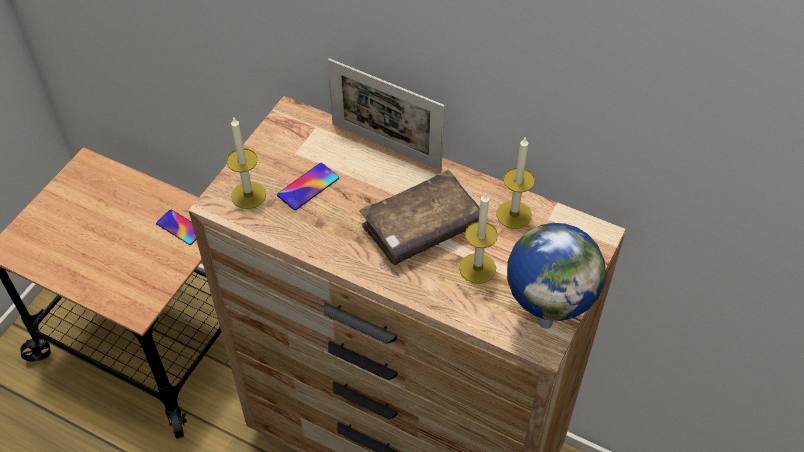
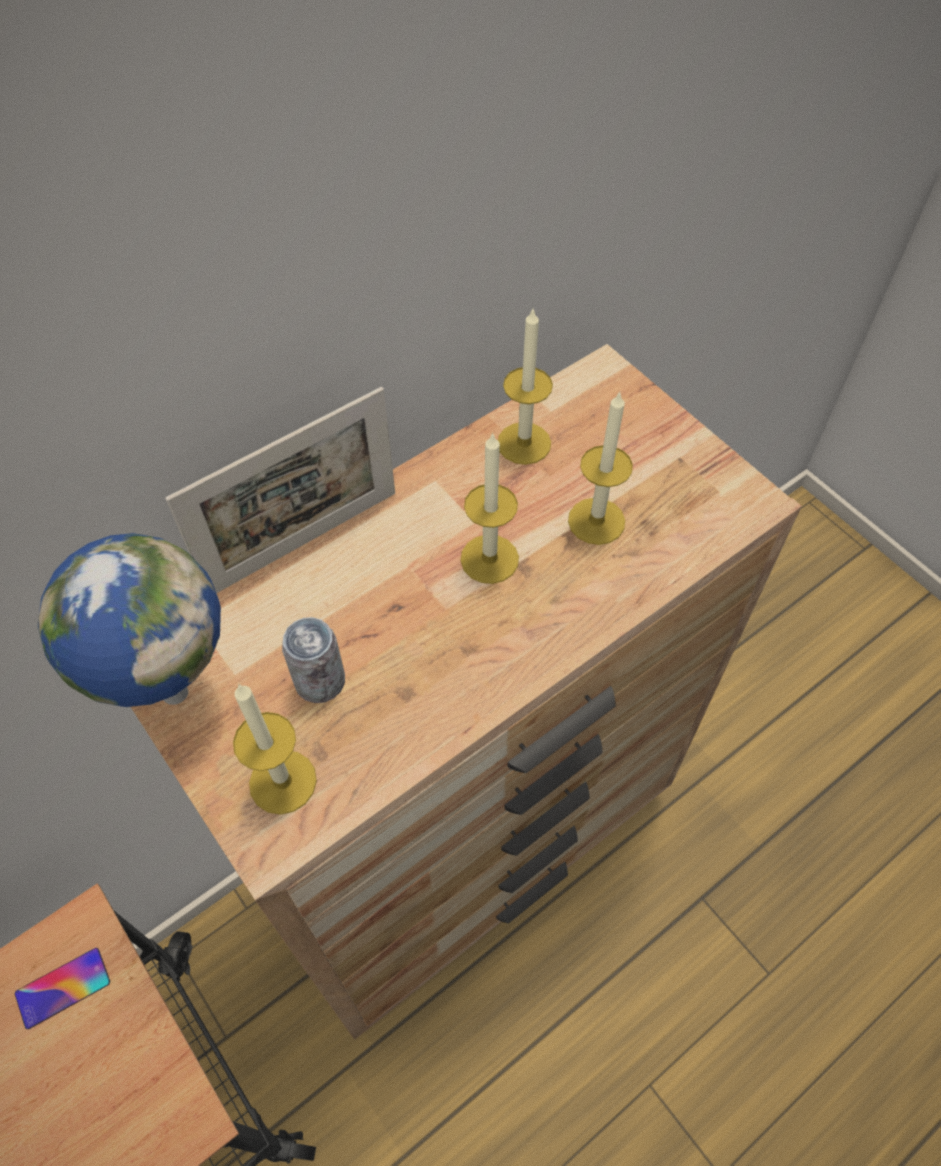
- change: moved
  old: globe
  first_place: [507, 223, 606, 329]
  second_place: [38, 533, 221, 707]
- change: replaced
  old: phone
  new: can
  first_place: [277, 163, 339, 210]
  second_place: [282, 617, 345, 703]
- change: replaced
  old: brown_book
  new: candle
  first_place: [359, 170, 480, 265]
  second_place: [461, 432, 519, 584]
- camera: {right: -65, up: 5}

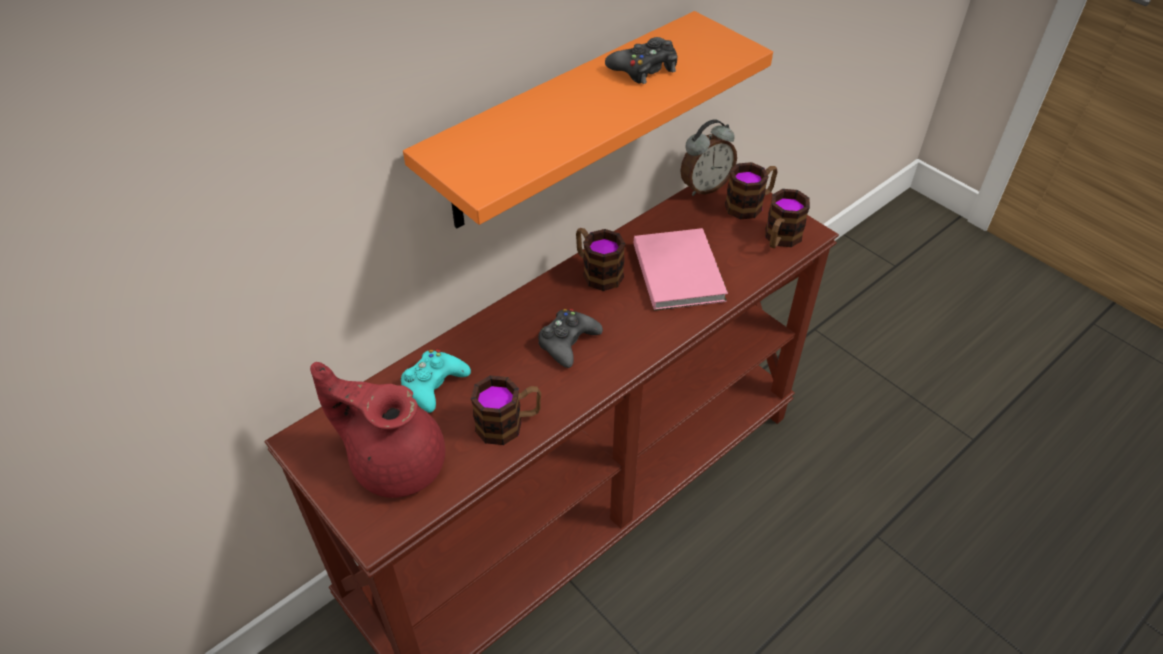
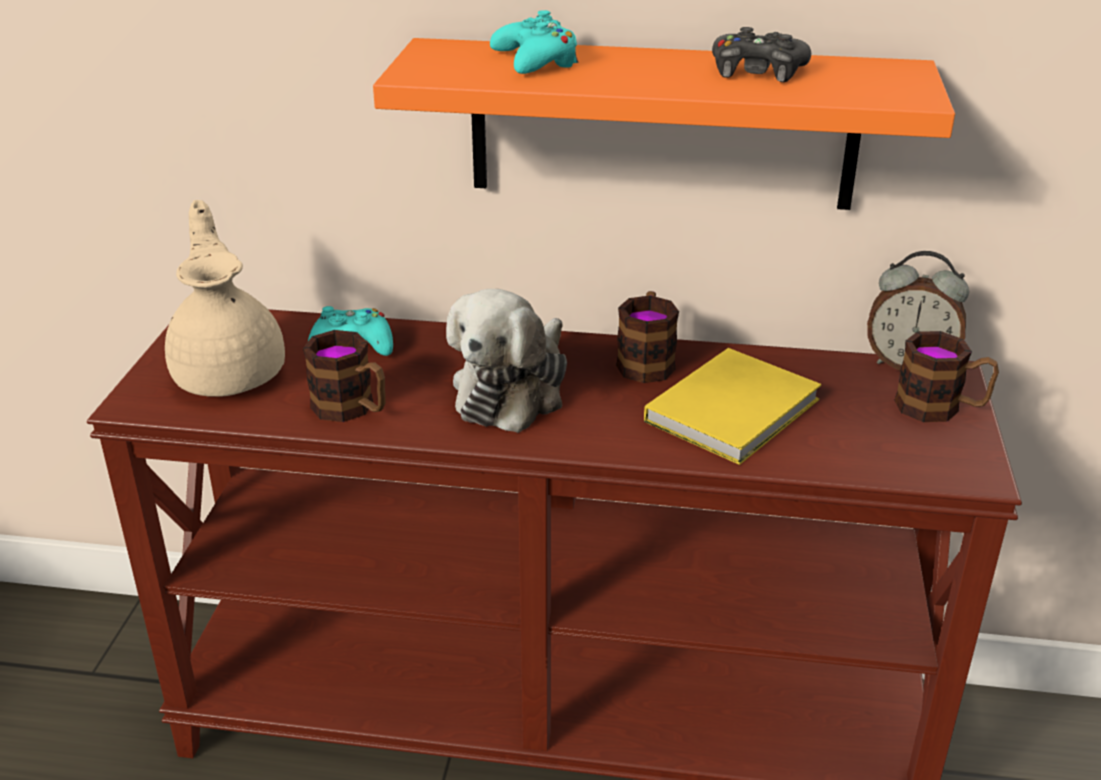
- change: removed
  old: mug
  first_place: [765, 189, 810, 248]
- change: added
  new: turquoise_game_controller
  second_place: [490, 10, 578, 74]
- change: replaced
  old: black_game_controller
  new: plush_toy
  first_place: [538, 309, 603, 368]
  second_place: [446, 289, 567, 433]
- change: recoloured
  old: red_teapot
  new: beige_teapot
  first_place: [310, 362, 445, 498]
  second_place: [165, 200, 285, 397]
- change: recoloured
  old: pink_book
  new: yellow_book
  first_place: [634, 228, 728, 311]
  second_place: [644, 348, 821, 465]
- camera: {right: 50, up: -15}

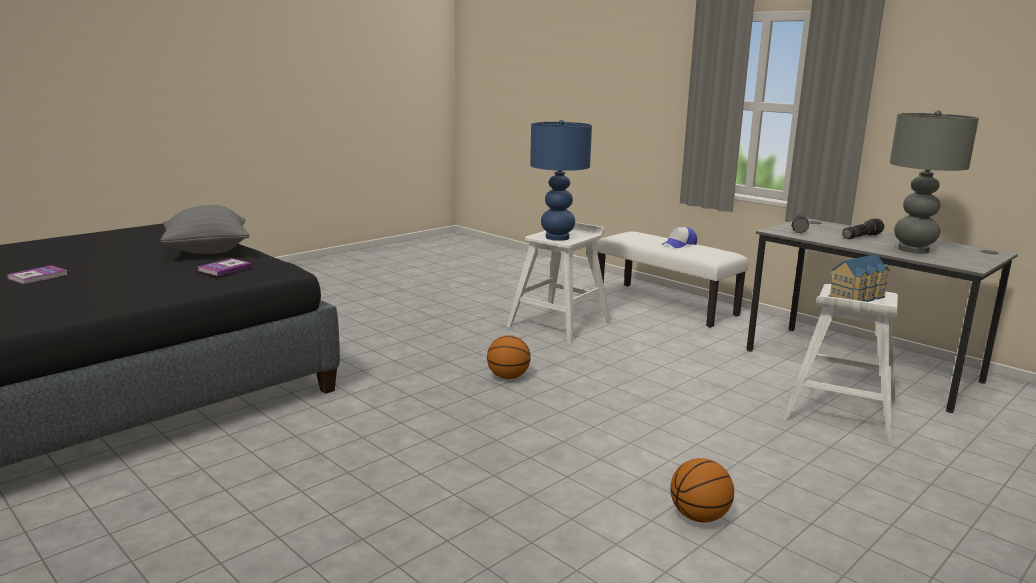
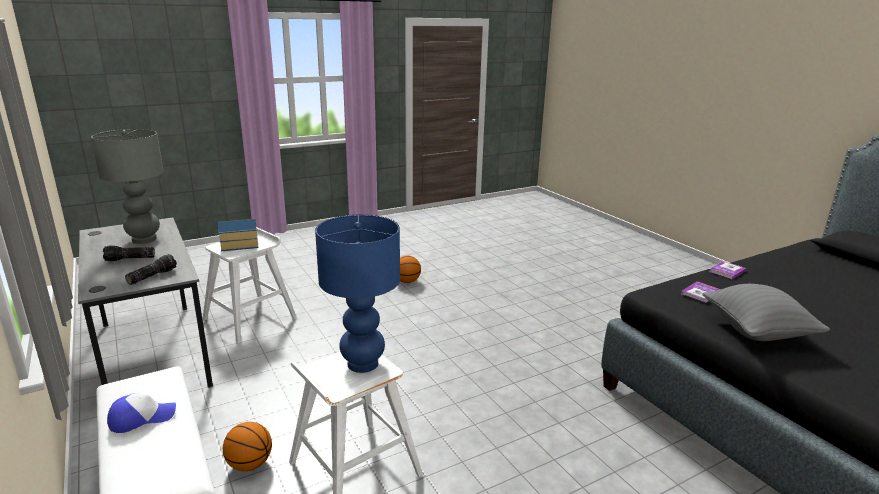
- change: moved
  old: book
  first_place: [6, 265, 68, 284]
  second_place: [709, 261, 746, 279]
- change: moved
  old: basketball
  first_place: [487, 335, 531, 379]
  second_place: [223, 422, 272, 471]
- camera: {right: -165, up: 5}

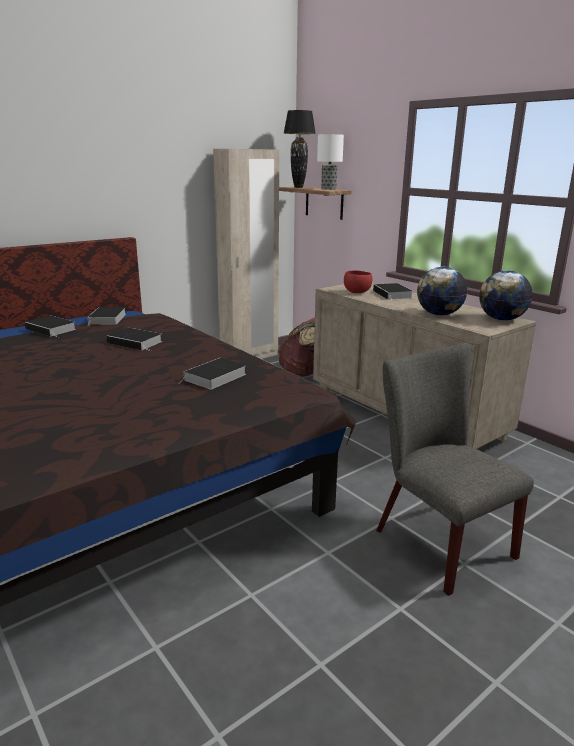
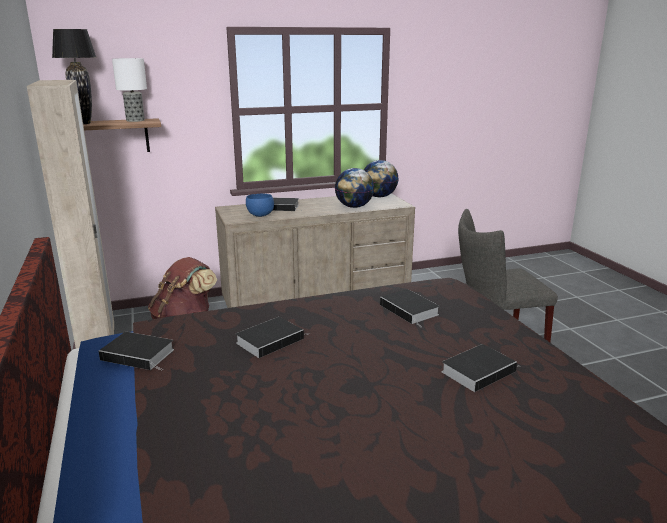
- change: moved
  old: book
  first_place: [24, 316, 76, 337]
  second_place: [441, 344, 521, 392]
- change: recoloured
  old: red_bowl
  new: blue_bowl
  first_place: [344, 270, 372, 293]
  second_place: [246, 193, 274, 217]
- camera: {right: -70, up: 0}

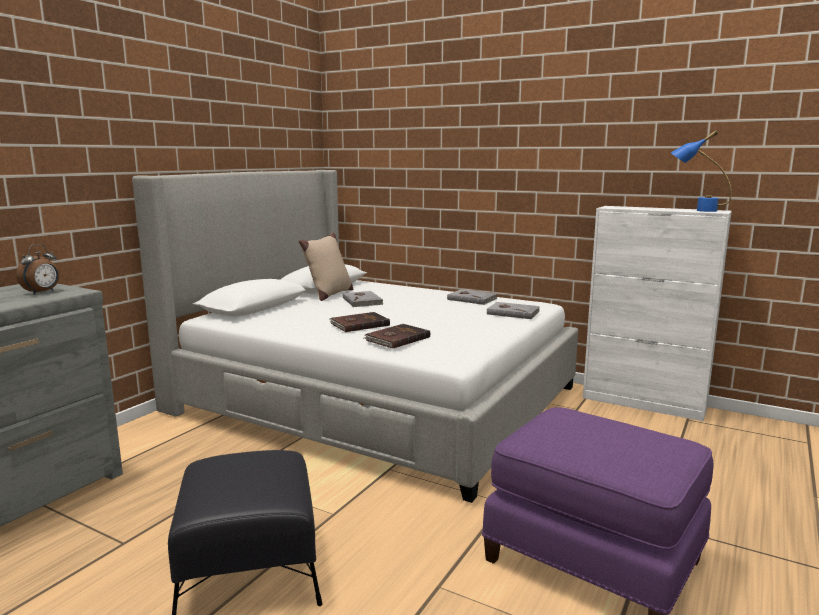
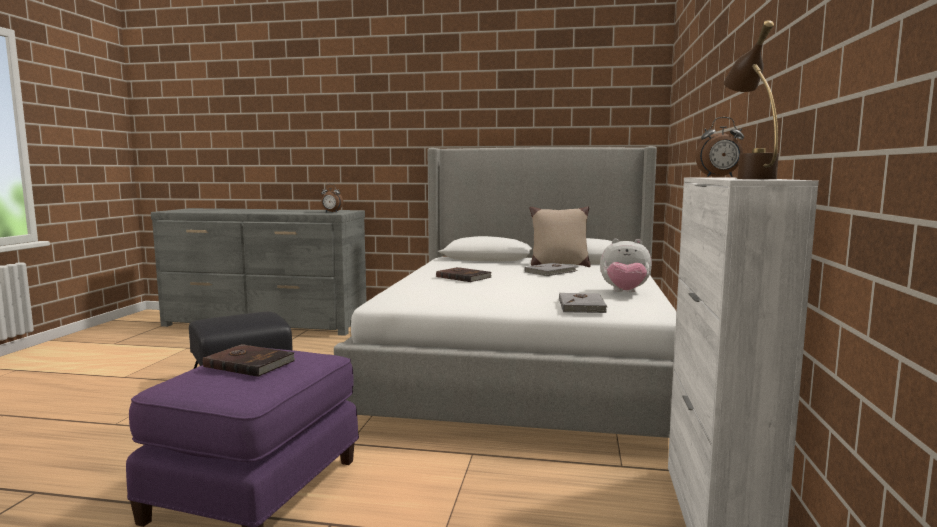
- change: added
  new: alarm_clock
  second_place: [695, 117, 744, 177]
- change: moved
  old: brown_book
  first_place: [364, 324, 430, 349]
  second_place: [203, 344, 296, 377]
- change: replaced
  old: grey_book
  new: plush_toy
  first_place: [447, 289, 498, 305]
  second_place: [600, 238, 652, 292]
- change: recoloured
  old: blue_table_lamp
  new: brown_table_lamp
  first_place: [671, 130, 732, 212]
  second_place: [724, 20, 779, 179]
- camera: {right: 70, up: -5}

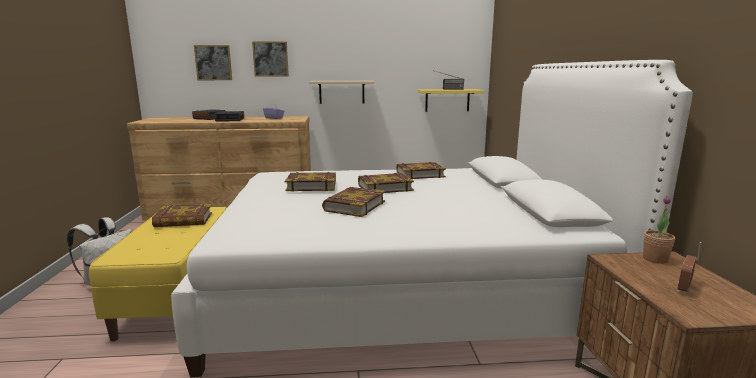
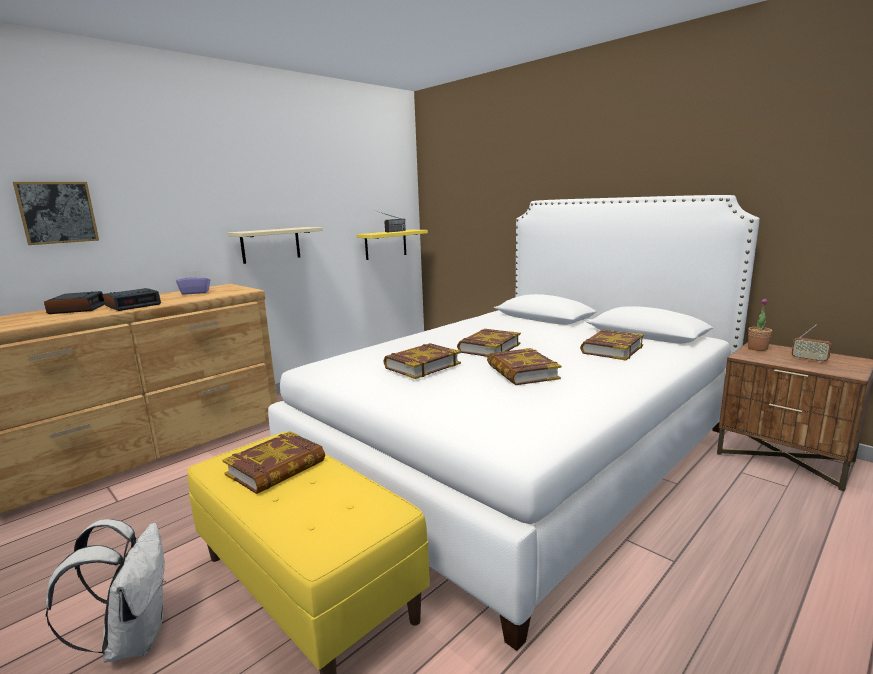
- change: removed
  old: picture
  first_place: [252, 41, 289, 77]
- change: moved
  old: book
  first_place: [396, 162, 446, 179]
  second_place: [580, 330, 644, 360]
- change: turned
  old: radio
  first_place: [677, 242, 701, 294]
  second_place: [791, 324, 832, 363]
  degrees: -45
- camera: {right: -40, up: 0}

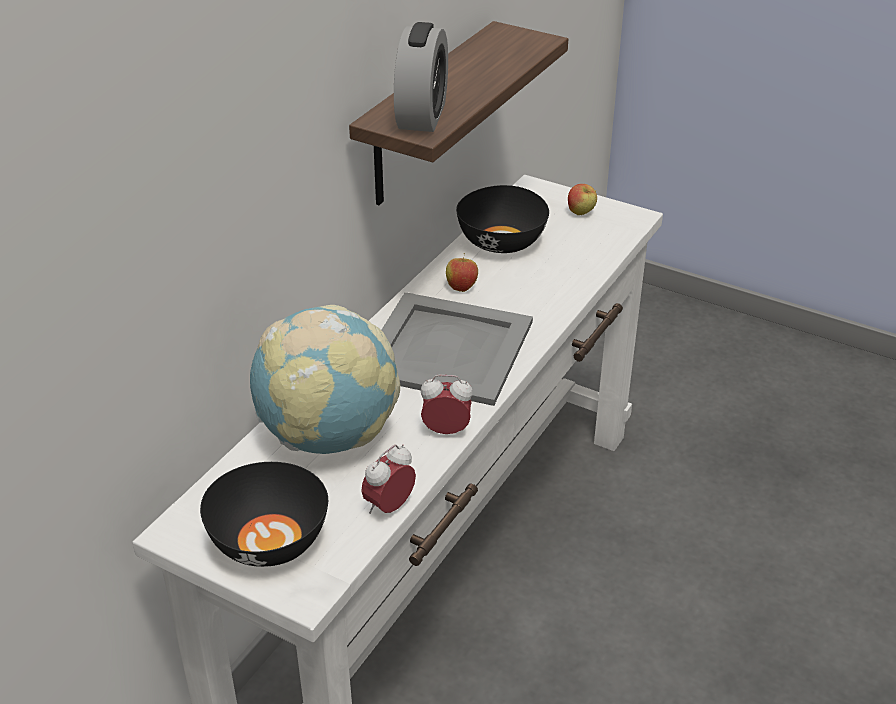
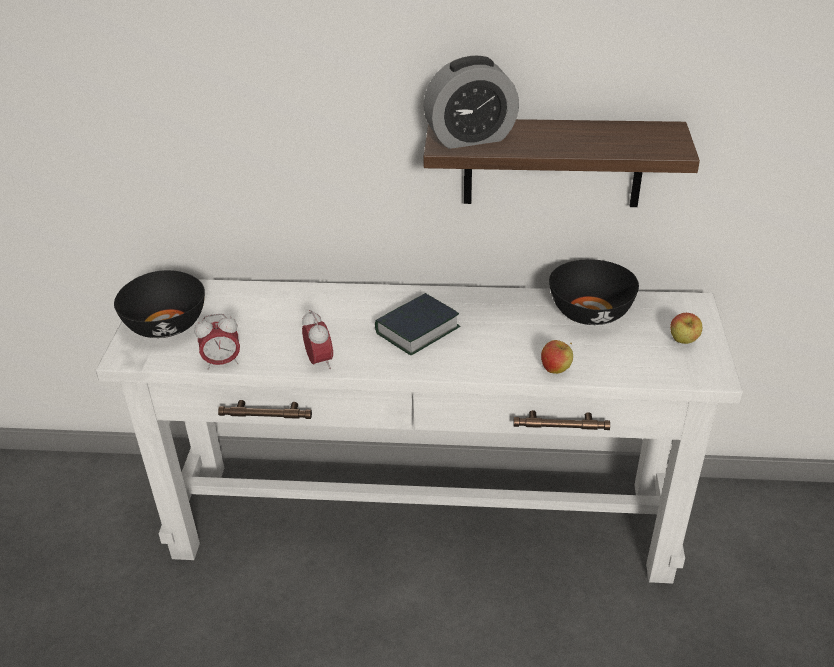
- change: removed
  old: globe
  first_place: [250, 305, 400, 454]
- change: moved
  old: apple
  first_place: [446, 253, 478, 292]
  second_place: [541, 340, 573, 374]
- change: replaced
  old: grey_tray
  new: book
  first_place: [382, 292, 533, 406]
  second_place: [375, 293, 461, 355]
- change: turned
  old: alarm_clock
  first_place: [361, 444, 416, 514]
  second_place: [194, 314, 240, 370]
  degrees: 150
- camera: {right: 65, up: 0}

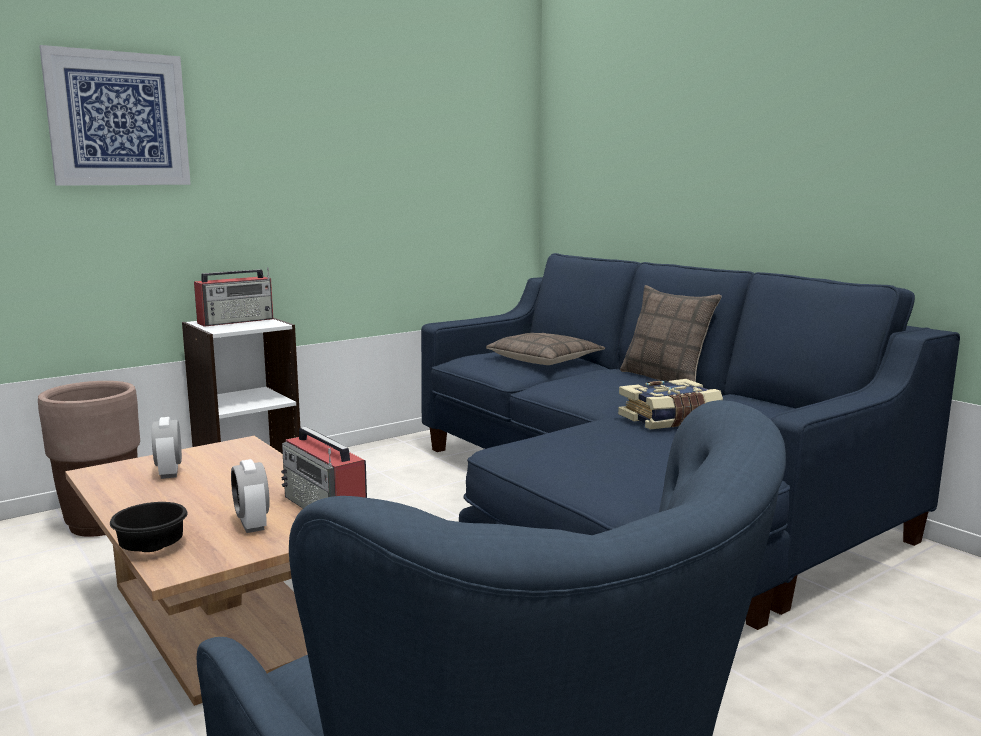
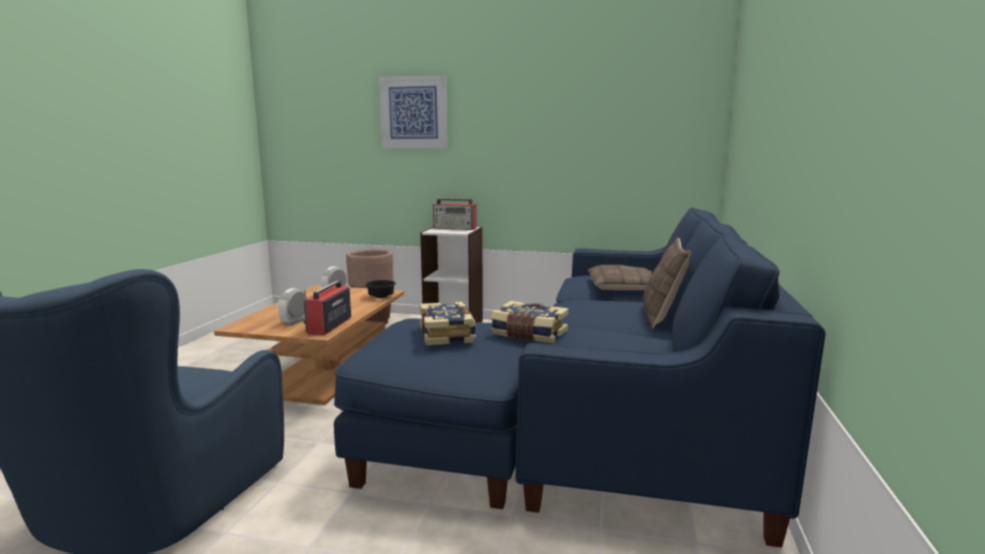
- change: added
  new: book
  second_place: [420, 301, 476, 346]
- change: moved
  old: black_bowl
  first_place: [110, 502, 187, 552]
  second_place: [365, 280, 396, 298]
- camera: {right: 50, up: 0}

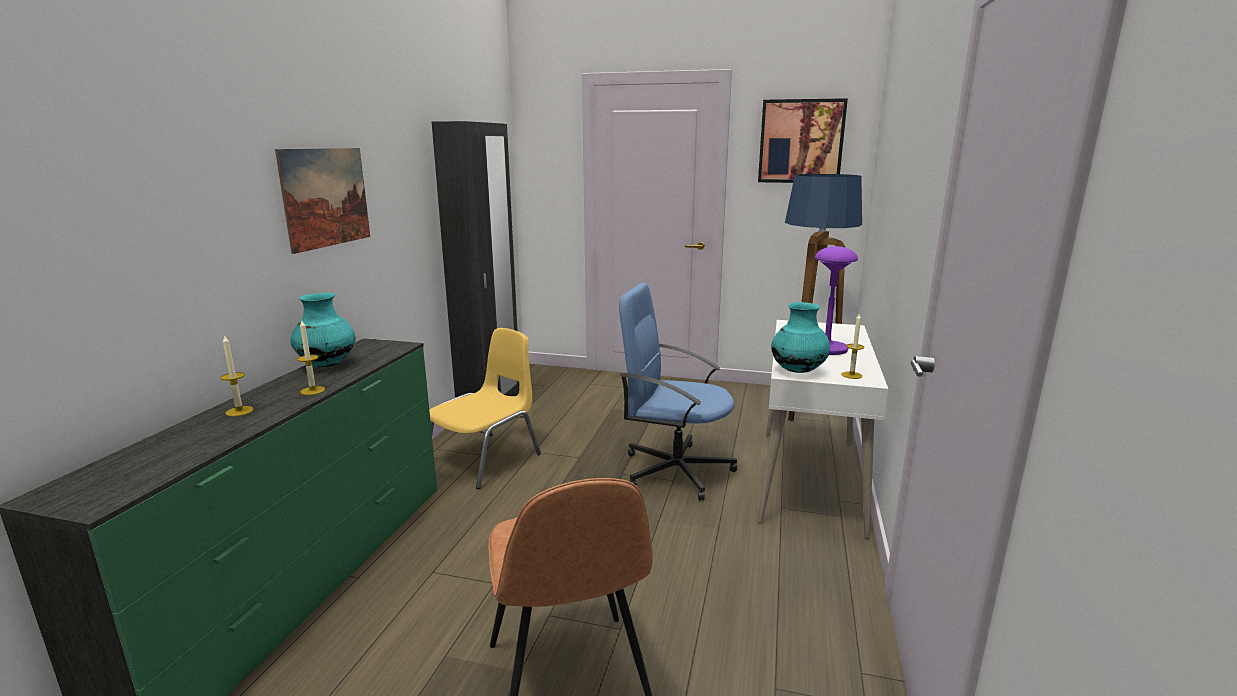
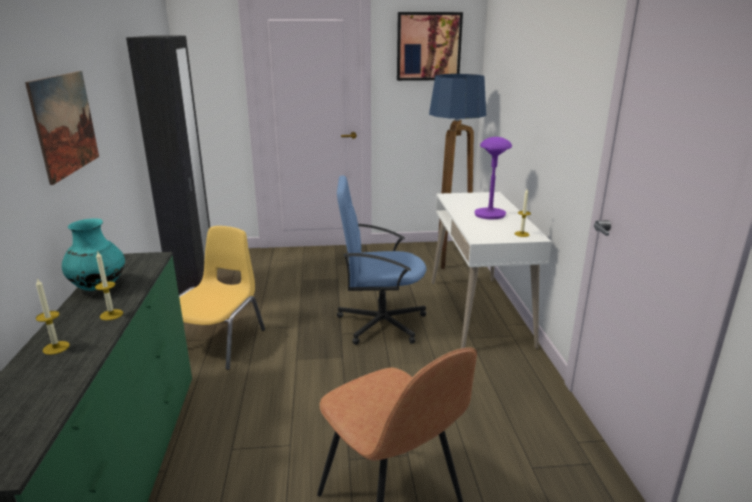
- change: removed
  old: turquoise_vase
  first_place: [771, 302, 830, 373]
- camera: {right: -20, up: 5}

